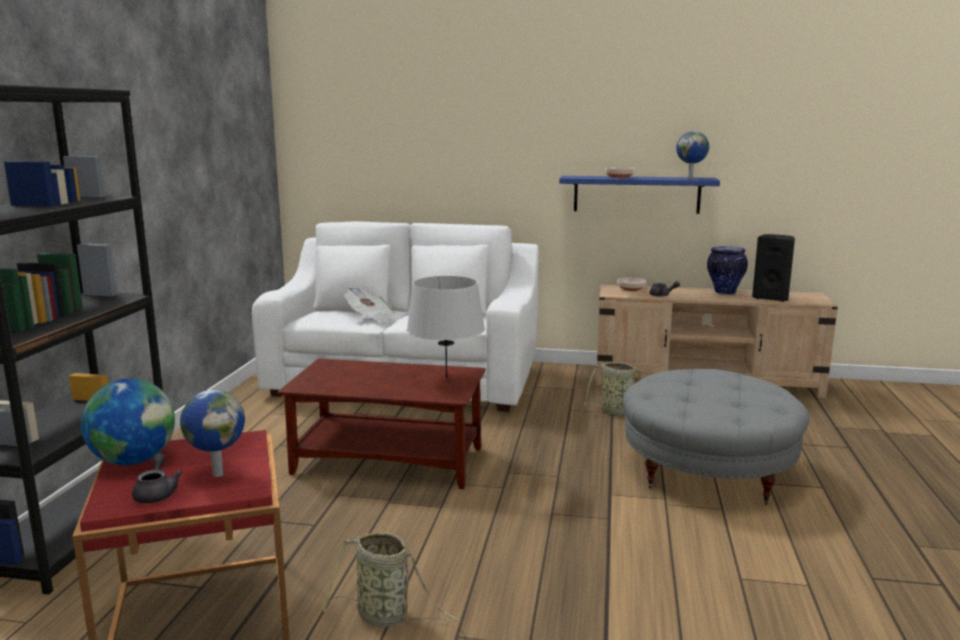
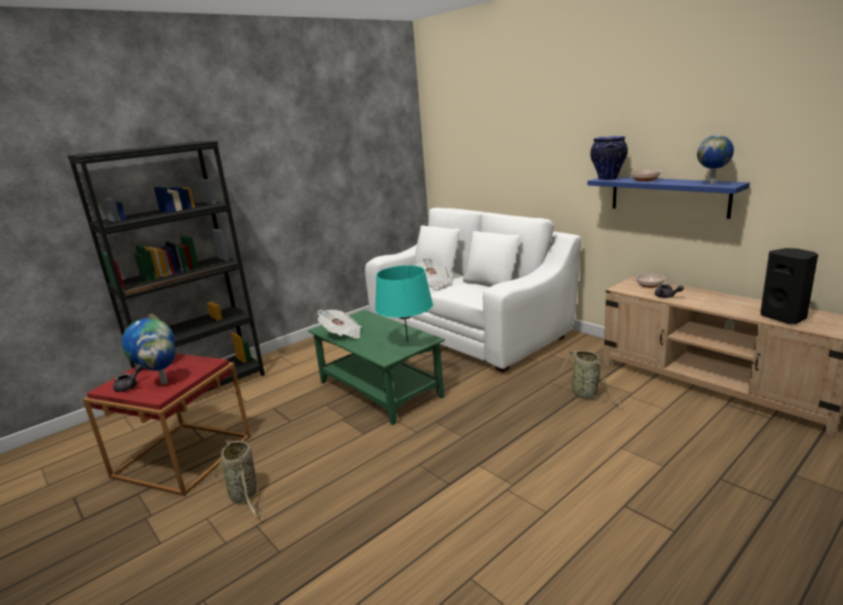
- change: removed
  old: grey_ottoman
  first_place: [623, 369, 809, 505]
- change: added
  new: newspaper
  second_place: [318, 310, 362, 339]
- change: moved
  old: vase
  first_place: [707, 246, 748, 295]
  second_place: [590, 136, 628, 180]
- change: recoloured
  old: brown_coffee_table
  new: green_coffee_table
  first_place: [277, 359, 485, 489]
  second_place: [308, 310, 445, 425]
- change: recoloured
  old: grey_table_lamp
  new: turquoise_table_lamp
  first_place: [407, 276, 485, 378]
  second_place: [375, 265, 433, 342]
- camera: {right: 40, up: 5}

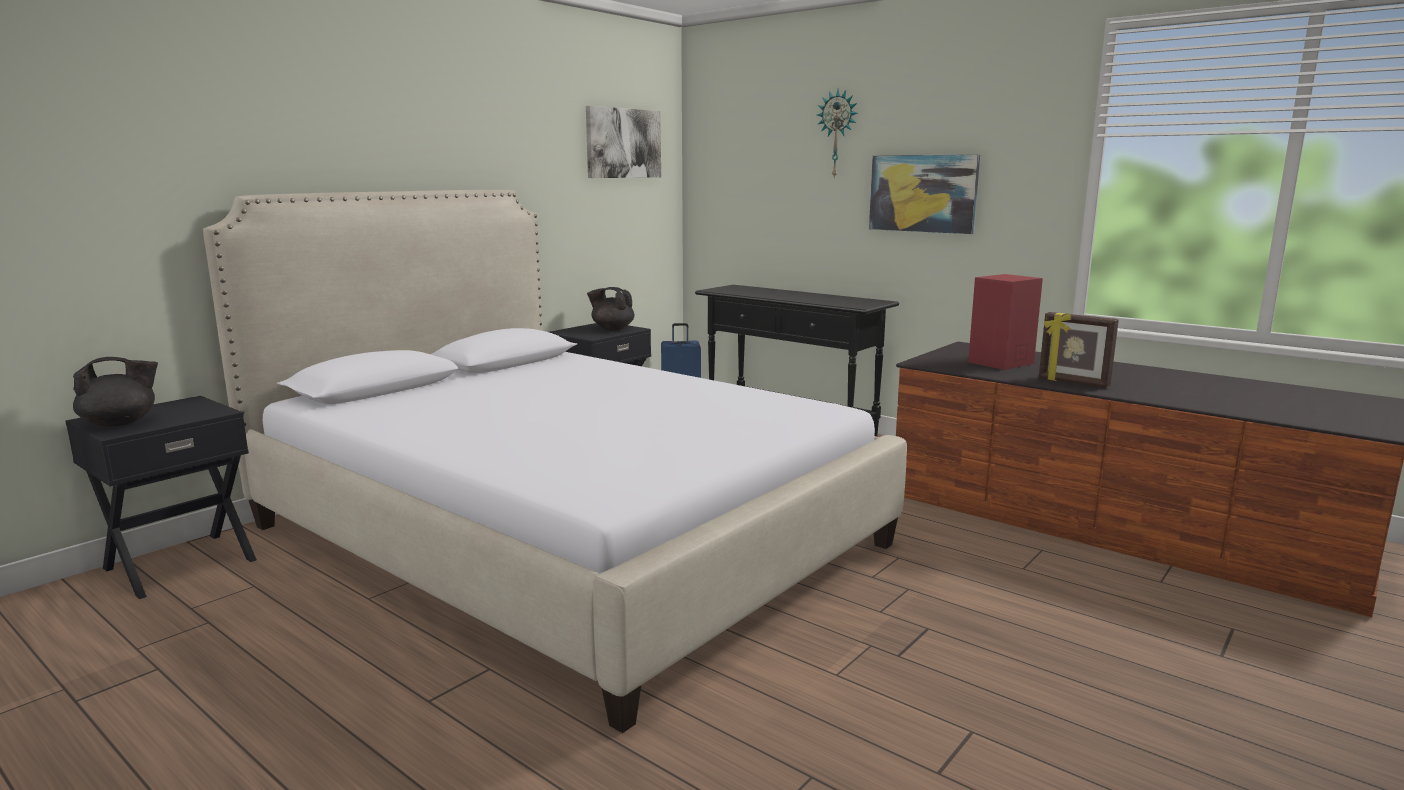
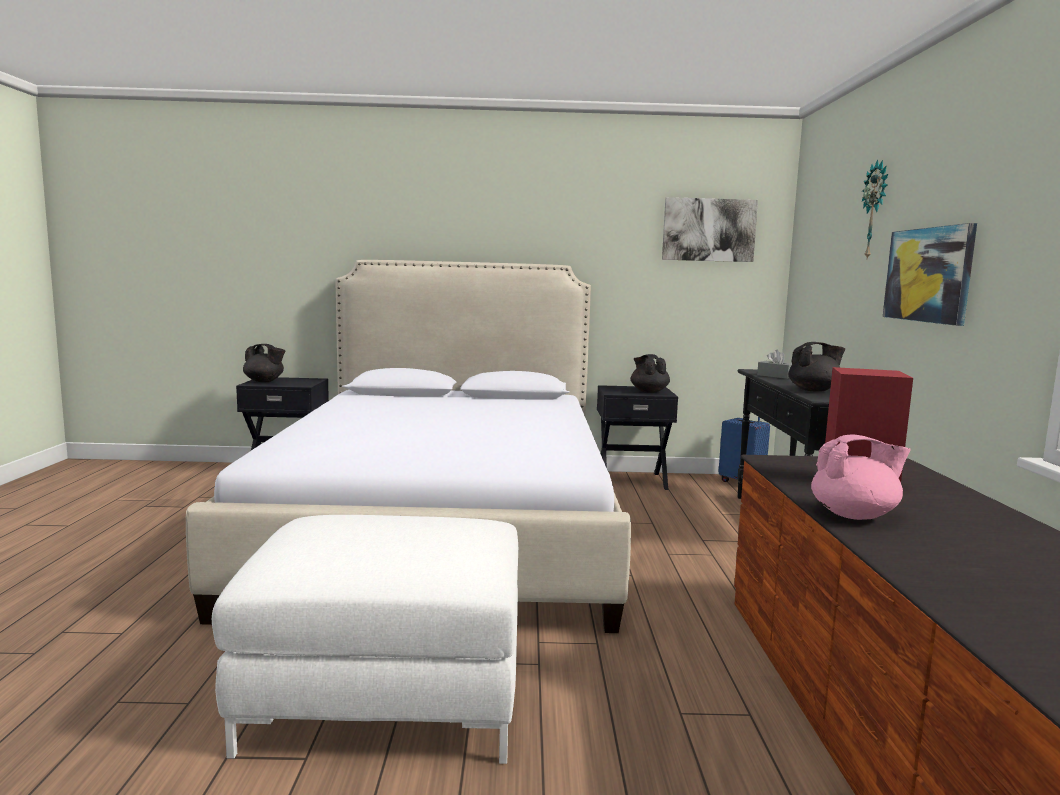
- change: added
  new: white_ottoman
  second_place: [212, 515, 518, 764]
- change: added
  new: grey_tissue_box
  second_place: [757, 350, 792, 379]
- change: added
  new: black_teapot
  second_place: [788, 342, 845, 392]
- change: replaced
  old: picture_frame
  new: pink_teapot
  first_place: [1039, 312, 1119, 388]
  second_place: [811, 434, 911, 520]
- camera: {right: 50, up: -5}

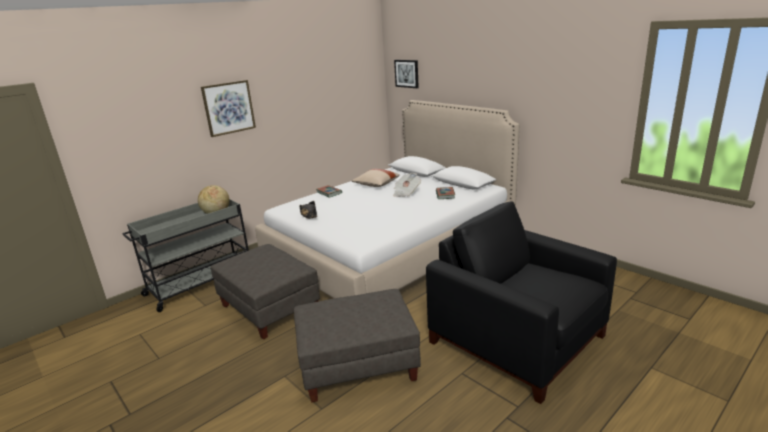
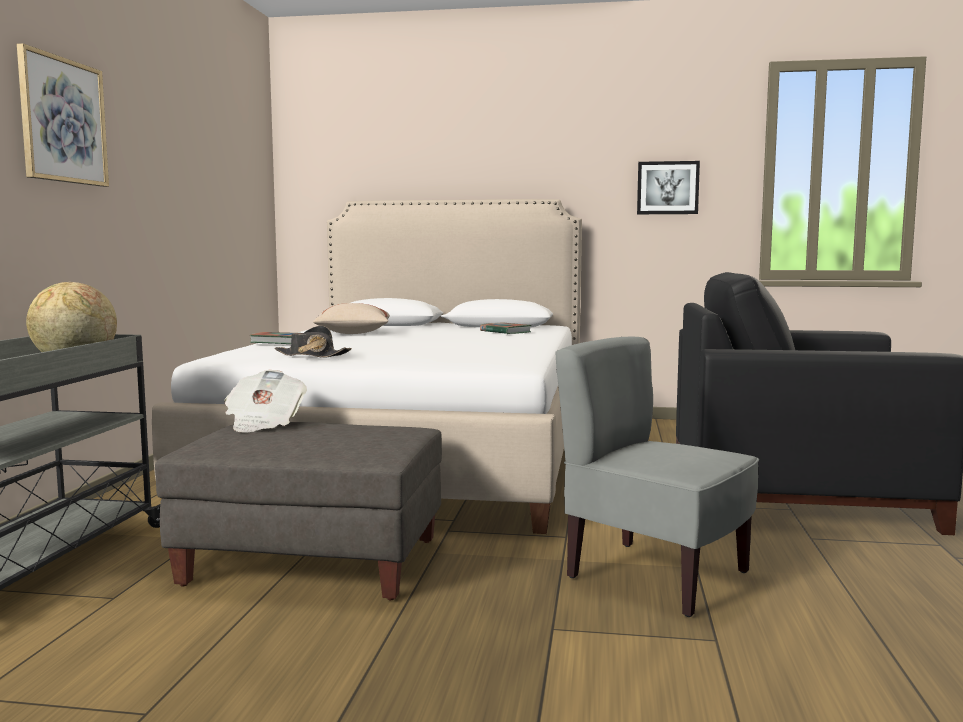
- change: moved
  old: newspaper
  first_place: [393, 173, 421, 197]
  second_place: [224, 370, 307, 433]
- change: moved
  old: picture
  first_place: [394, 60, 419, 88]
  second_place: [637, 161, 700, 214]
- change: replaced
  old: grey_ottoman
  new: grey_chair
  first_place: [294, 289, 421, 403]
  second_place: [555, 337, 759, 617]
- camera: {right: -40, up: -15}

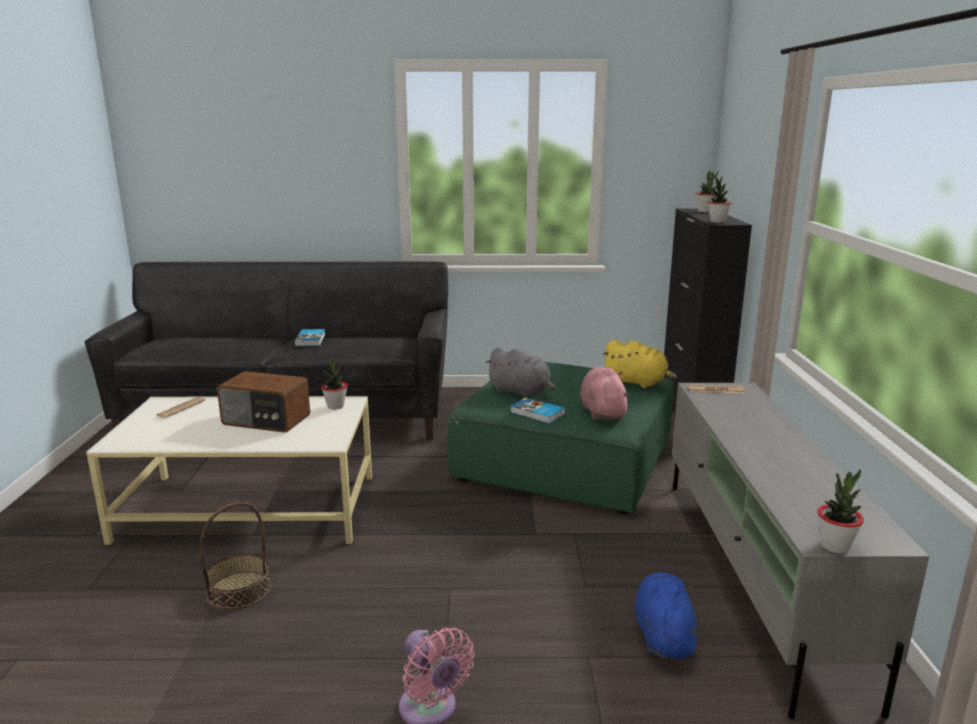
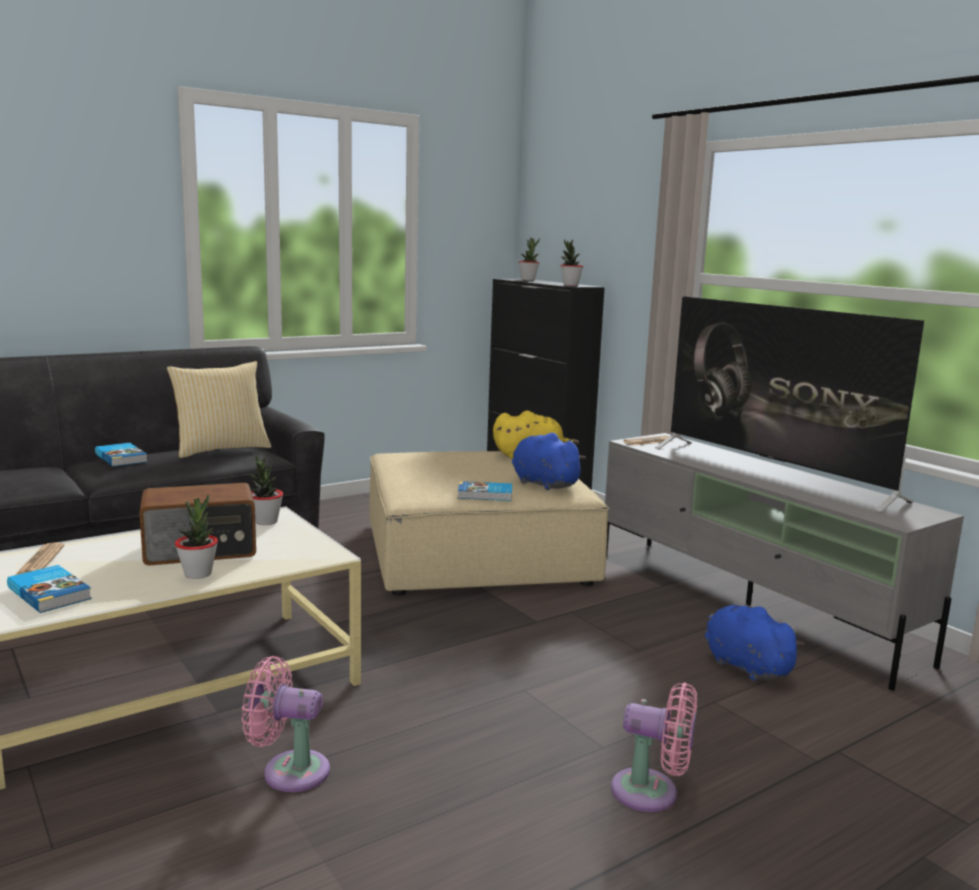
- change: removed
  old: grey_plush_toy
  first_place: [485, 347, 555, 398]
- change: added
  new: book
  second_place: [7, 565, 92, 613]
- change: added
  new: pillow
  second_place: [167, 361, 271, 458]
- change: added
  new: television
  second_place: [655, 296, 924, 512]
- change: moved
  old: potted_plant
  first_place: [817, 469, 864, 553]
  second_place: [175, 495, 218, 579]
- change: replaced
  old: basket
  new: pink_fan
  first_place: [200, 502, 271, 610]
  second_place: [242, 656, 330, 792]
- change: recoloured
  old: green_ottoman
  new: beige_ottoman
  first_place: [448, 362, 674, 514]
  second_place: [369, 451, 609, 596]
- change: recoloured
  old: pink_plush_toy
  new: blue_plush_toy
  first_place: [580, 367, 630, 420]
  second_place: [512, 433, 586, 490]
- camera: {right: -35, up: -5}

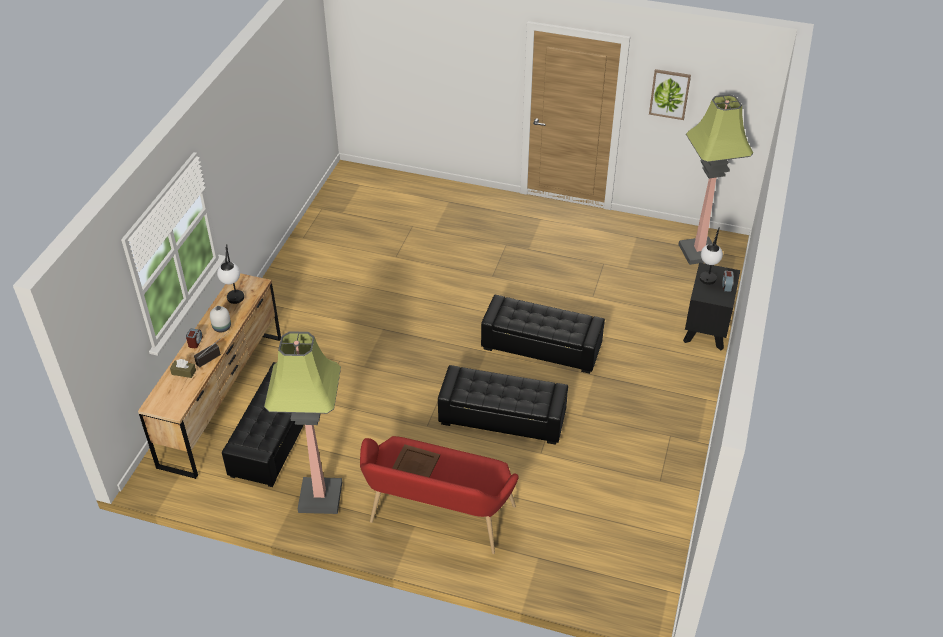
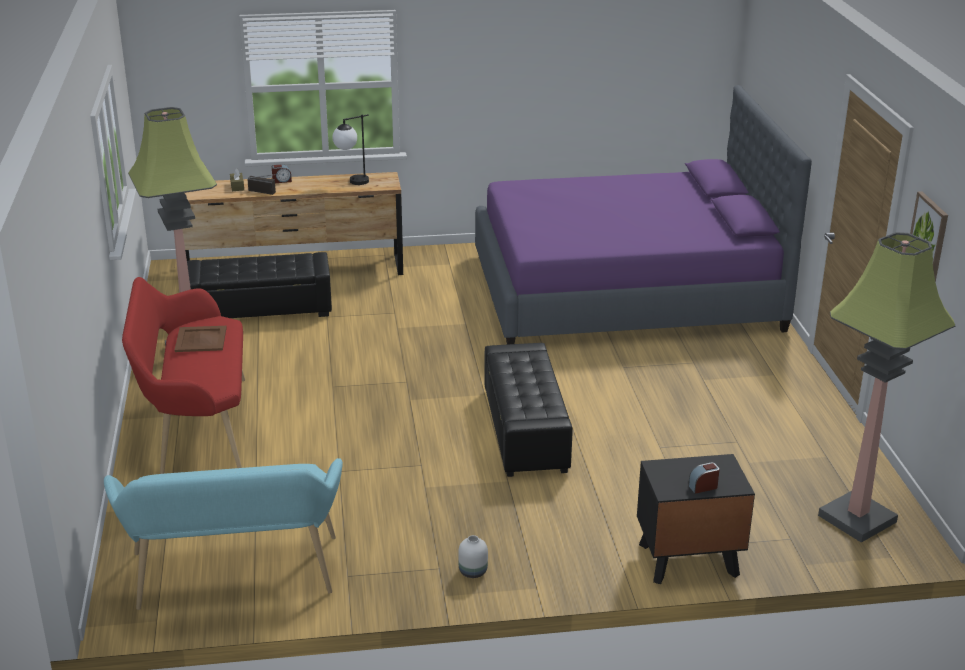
- change: removed
  old: black_ottoman
  first_place: [438, 365, 568, 445]
- change: removed
  old: table_lamp
  first_place: [700, 228, 723, 285]
- change: added
  new: turquoise_bench
  second_place: [104, 458, 343, 610]
- change: added
  new: purple_bed
  second_place: [475, 85, 812, 345]
- change: moved
  old: white_vase
  first_place: [210, 306, 231, 332]
  second_place: [458, 535, 488, 578]
- camera: {right: 65, up: -15}

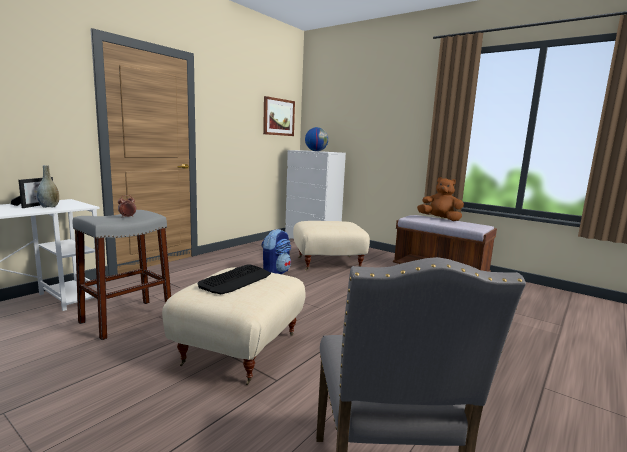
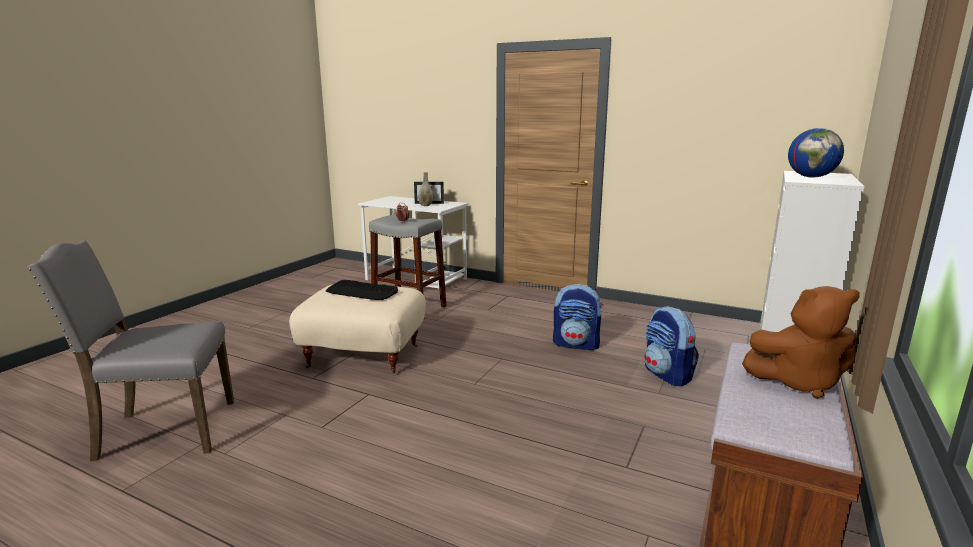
- change: removed
  old: picture
  first_place: [263, 96, 295, 136]
- change: replaced
  old: beige_ottoman
  new: backpack
  first_place: [293, 221, 370, 270]
  second_place: [644, 306, 699, 386]
- change: turned
  old: brown_plush_toy
  first_place: [417, 177, 464, 221]
  second_place: [742, 286, 860, 399]
  degrees: 75
- camera: {right: 80, up: 5}

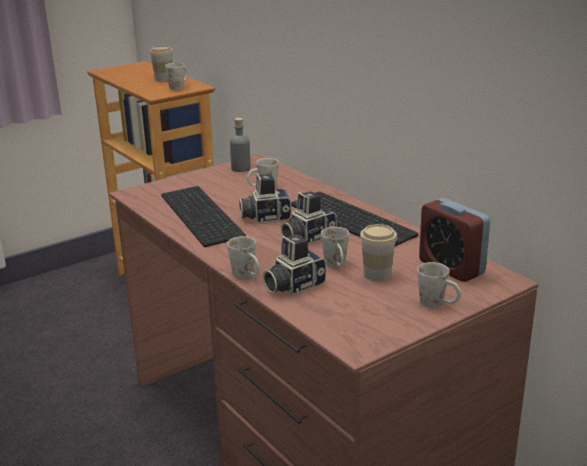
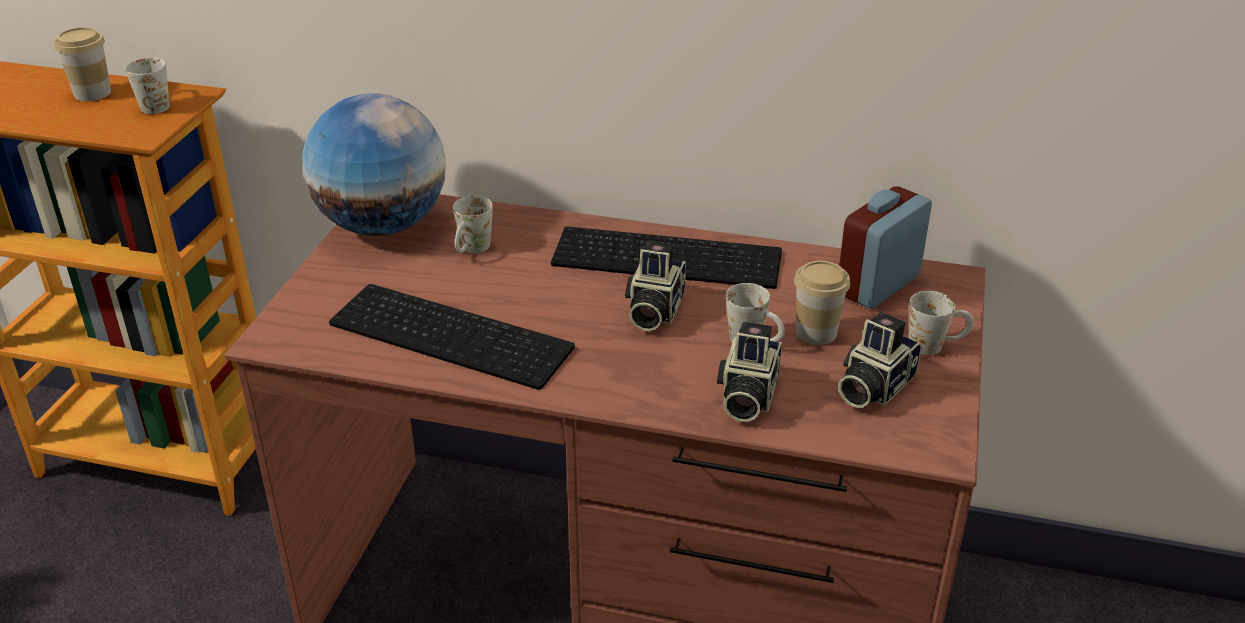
- change: removed
  old: white_mug
  first_place: [227, 236, 260, 278]
- change: moved
  old: photo_camera
  first_place: [239, 173, 292, 223]
  second_place: [838, 312, 921, 408]
- change: replaced
  old: grey_bottle
  new: globe
  first_place: [230, 118, 251, 172]
  second_place: [302, 94, 446, 236]
- change: turned
  old: alarm_clock
  first_place: [419, 198, 490, 282]
  second_place: [839, 186, 932, 309]
  degrees: 120
- camera: {right: -40, up: 10}

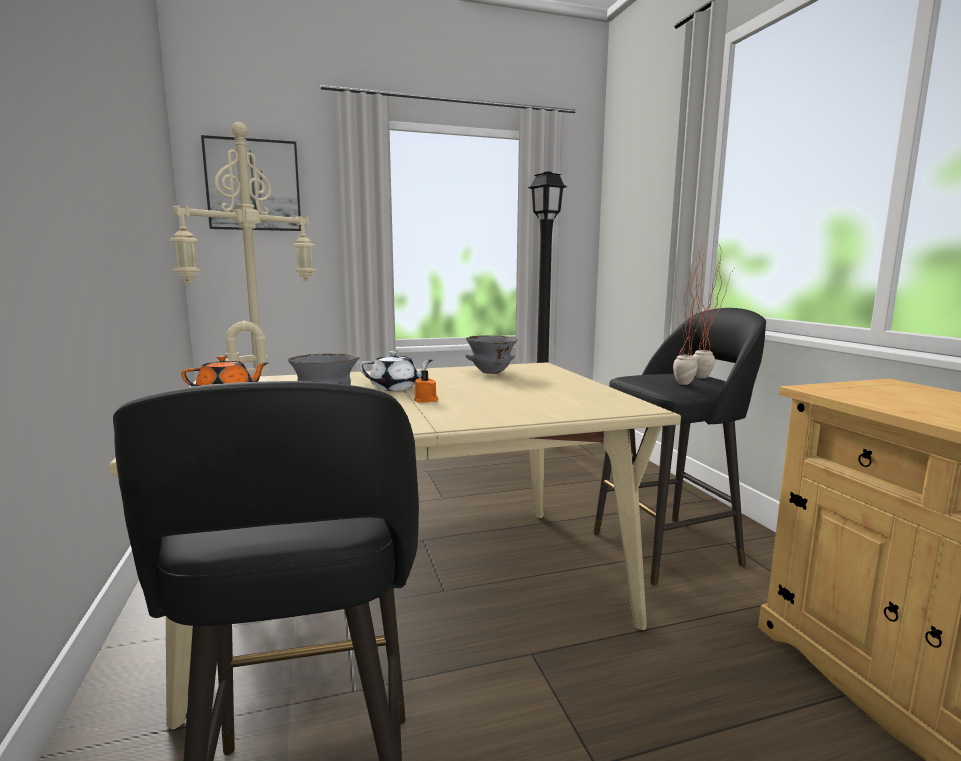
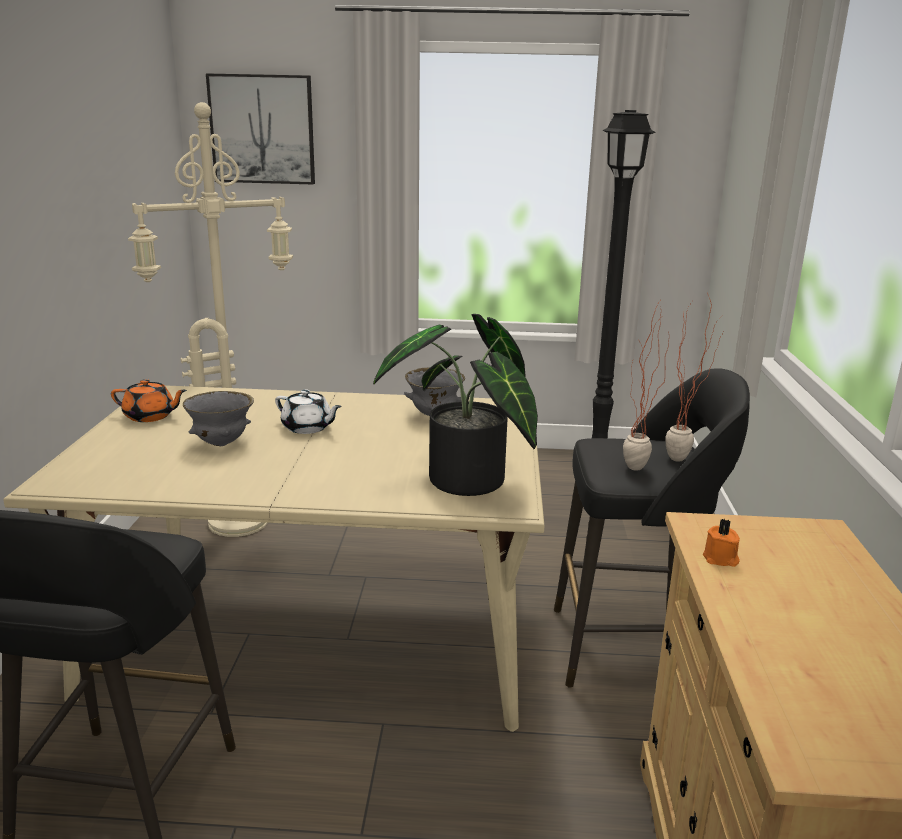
- change: added
  new: potted_plant
  second_place: [373, 314, 538, 496]
- change: moved
  old: orange_candle
  first_place: [414, 370, 438, 403]
  second_place: [703, 519, 740, 567]
- camera: {right: 20, up: 10}

